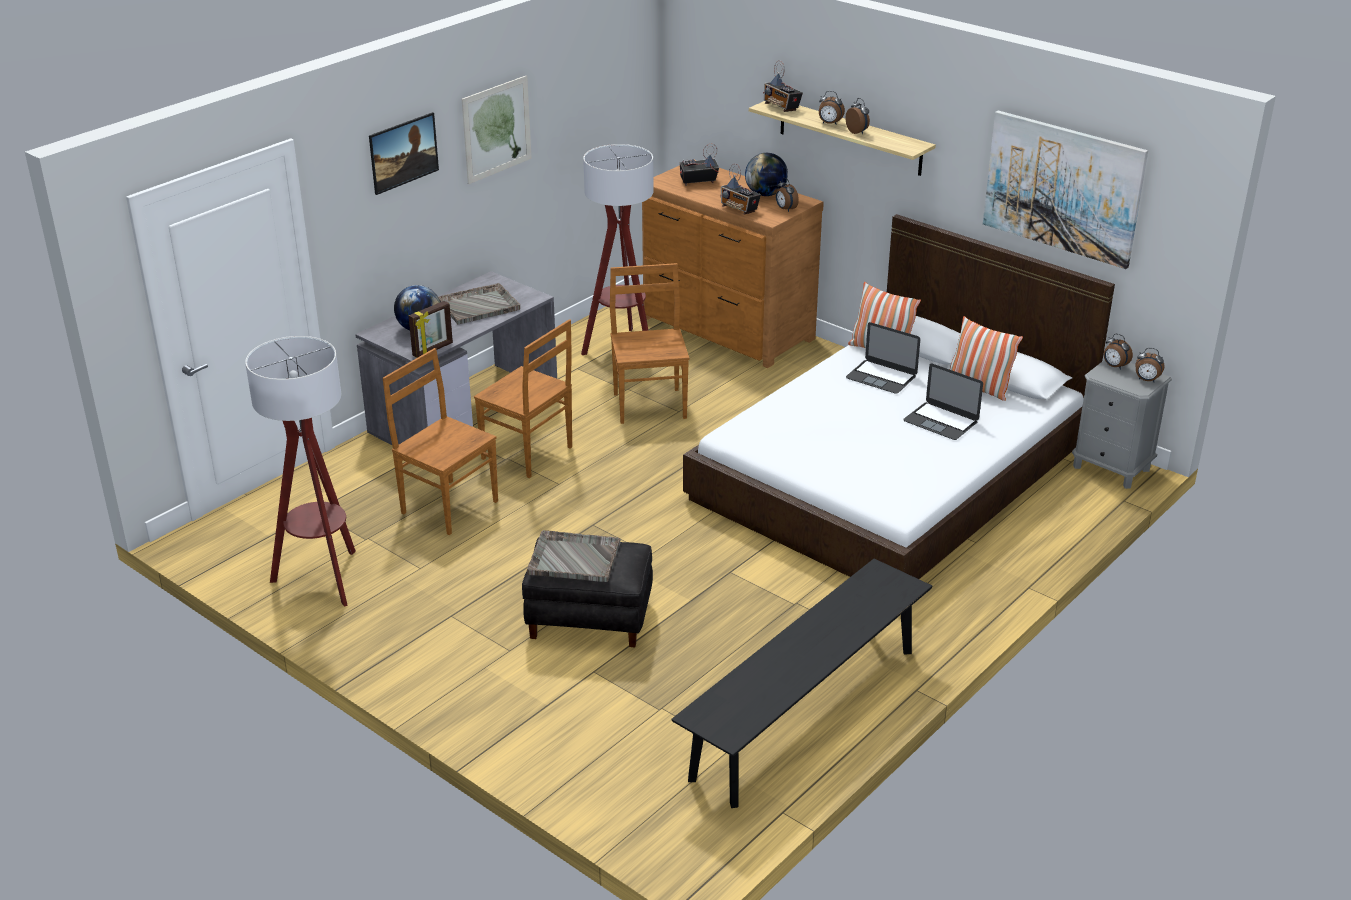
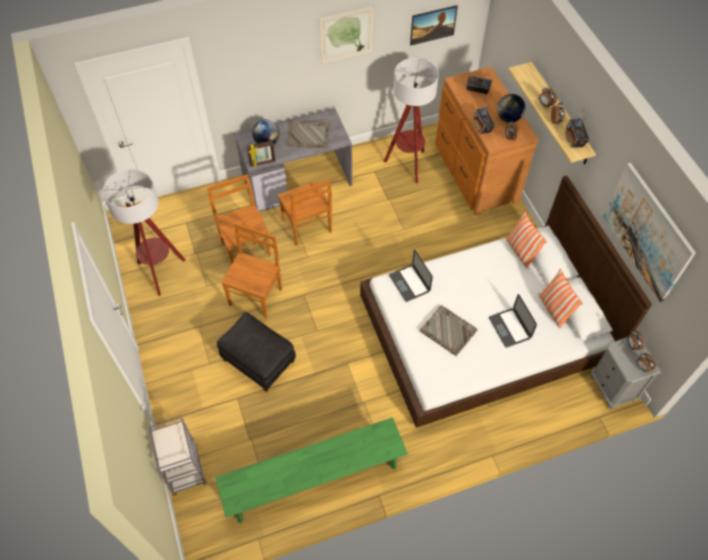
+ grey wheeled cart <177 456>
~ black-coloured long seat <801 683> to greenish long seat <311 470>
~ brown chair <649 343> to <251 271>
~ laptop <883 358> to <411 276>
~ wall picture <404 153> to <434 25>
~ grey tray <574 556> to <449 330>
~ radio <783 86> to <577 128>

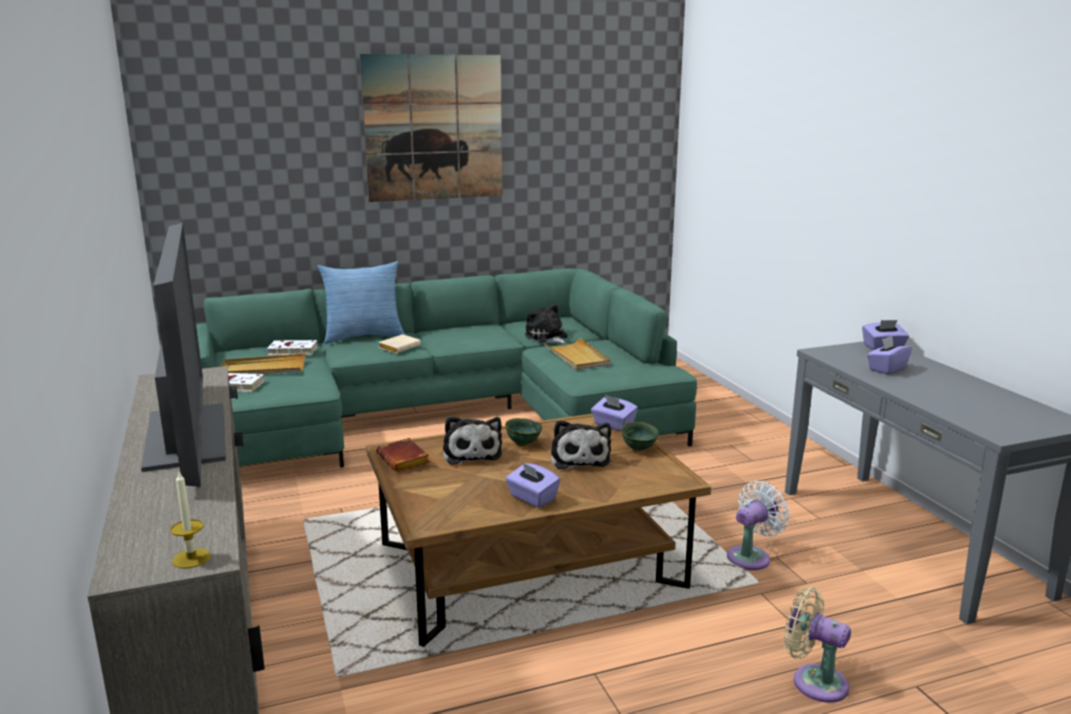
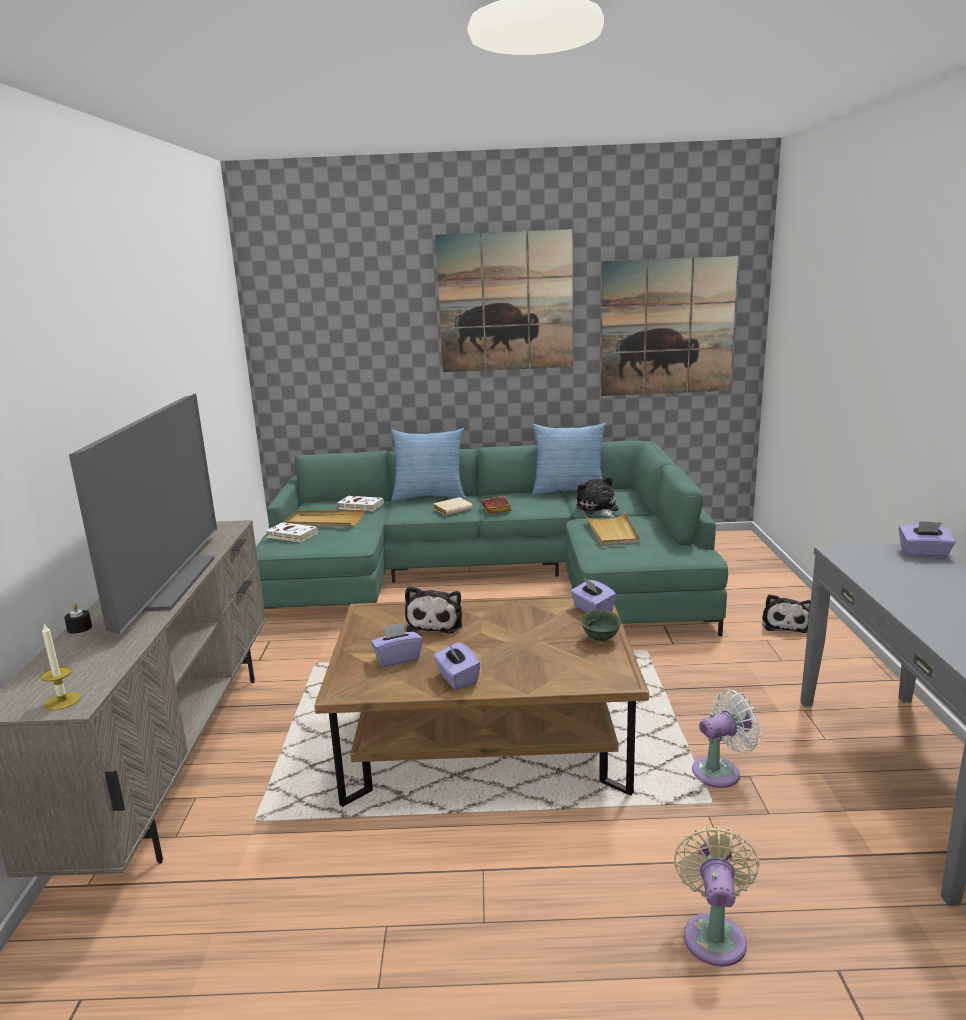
+ black-coloured wax light <78 619>
~ purple-coloured box of tissues <889 355> to <397 644>
~ brown volume <403 455> to <496 505>
+ cushion <569 459>
+ wall picture <669 326>
~ beige cooling fan <817 645> = <717 896> 45 degrees clockwise
~ plush toy <581 444> to <786 613>
- greenish serving bowl <523 432>

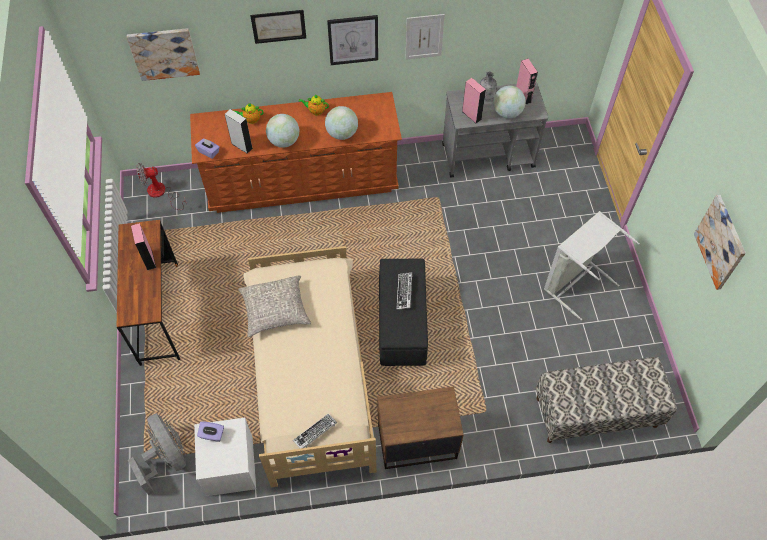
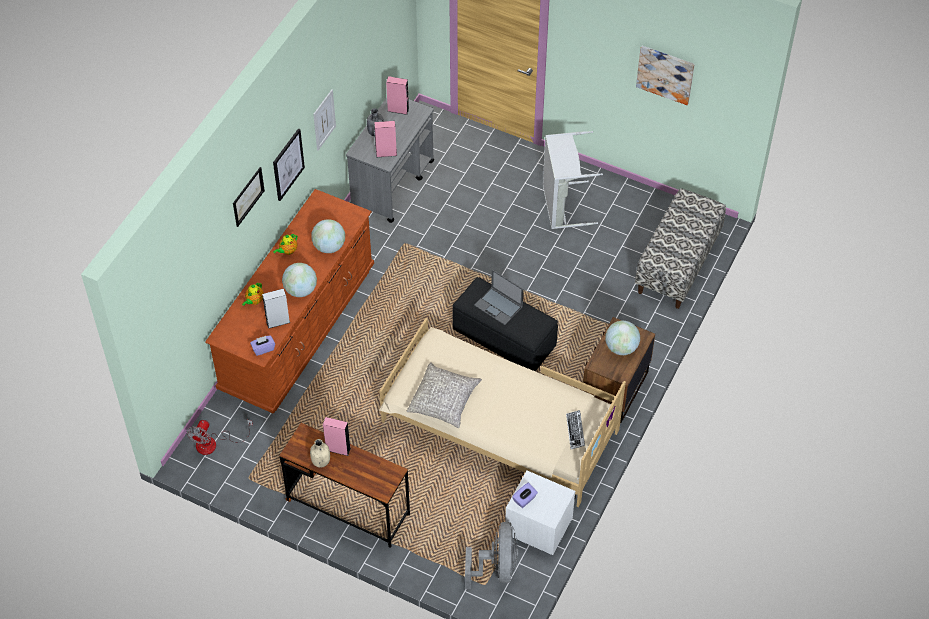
+ beige beverage bottle <320 453>
~ grey cooling fan <157 454> = <491 555> 90 degrees clockwise
~ computer keyboard <404 291> to laptop <499 297>
~ world globe <509 102> to <622 338>
- wall picture <163 54>

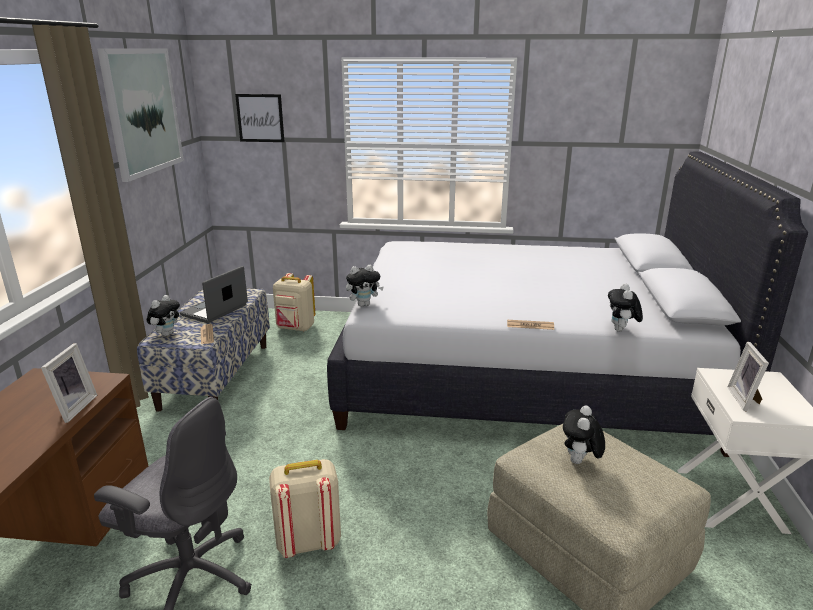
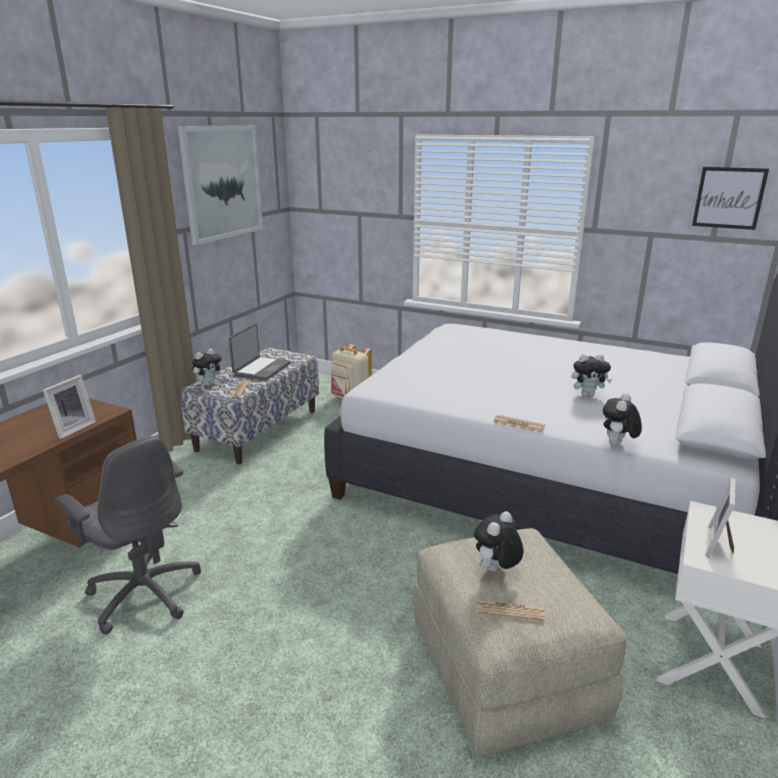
~ laptop <214 294> = <260 352> 150 degrees clockwise
+ printed paper <510 610>
~ plush toy <365 286> to <592 375>
~ wall picture <259 118> to <730 198>
- beige rucksack <305 508>

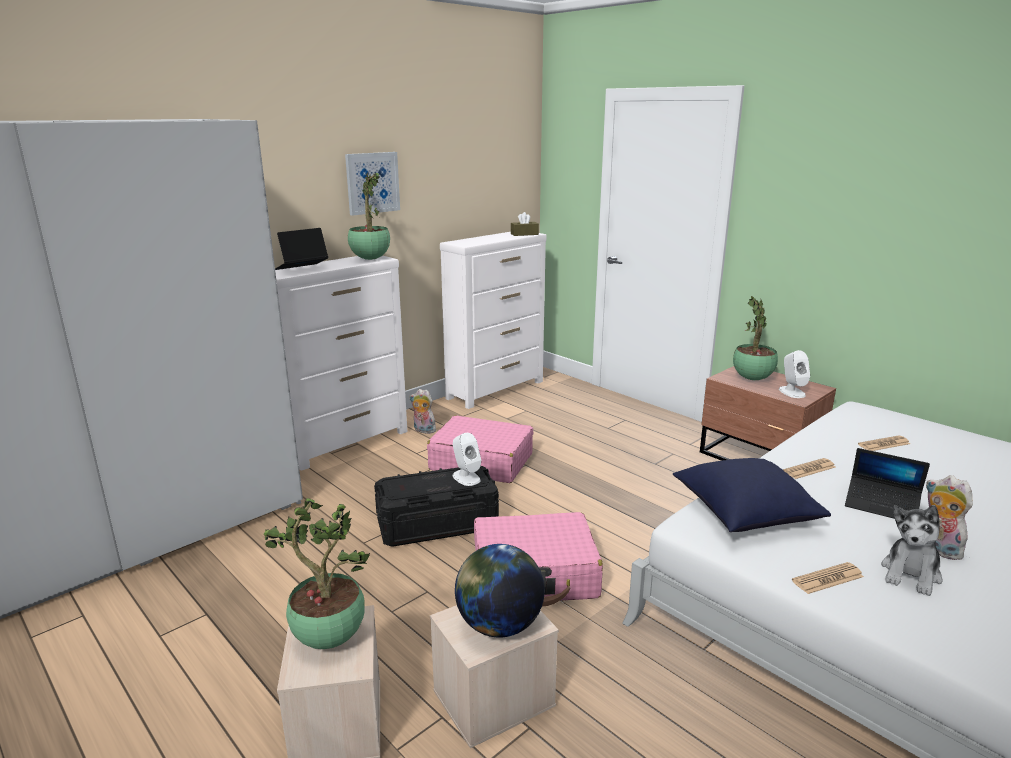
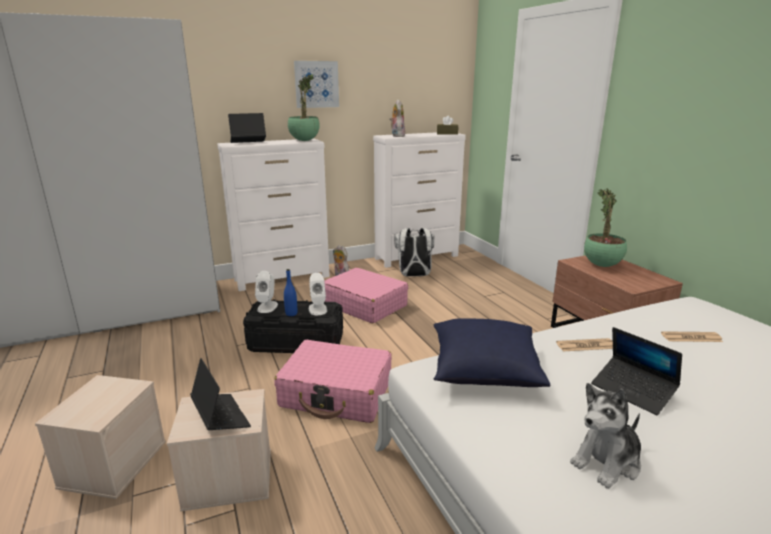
~ world globe <500 591> to laptop <220 394>
~ whitish loudspeaker <794 374> to <266 292>
+ blue beverage bottle <290 292>
~ plush toy <949 517> to <397 118>
+ whitish rucksack <414 252>
- potted plant <316 573>
- printed paper <828 578>

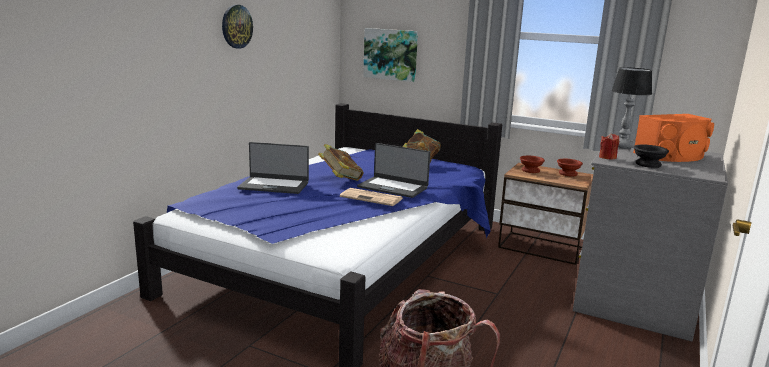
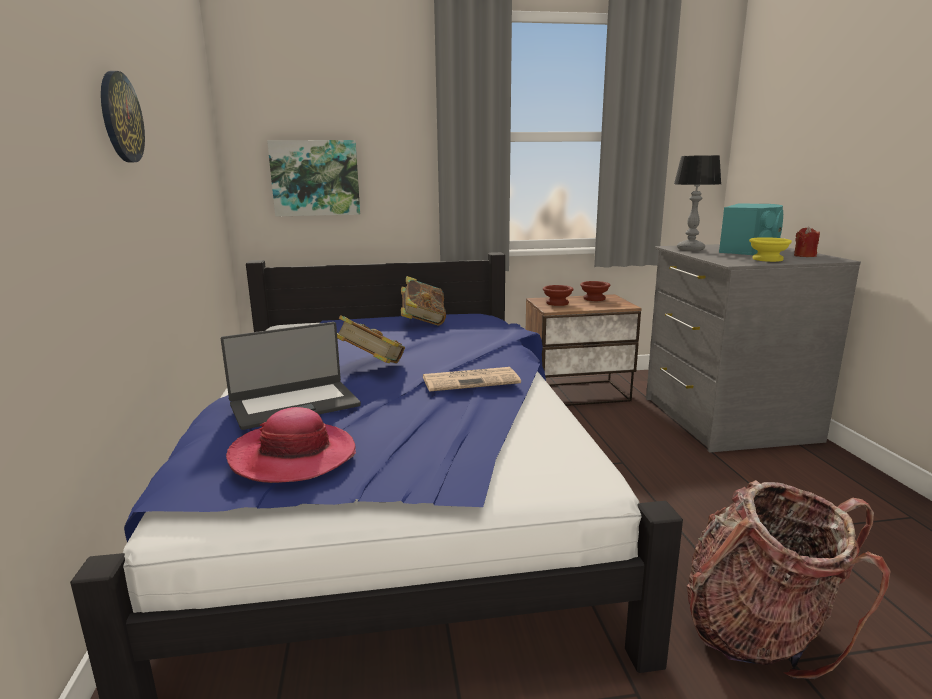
+ wearable hat <291 445>
~ orangey loudspeaker <673 138> to turquoise-coloured loudspeaker <751 229>
~ black-coloured serving bowl <651 156> to yellow serving bowl <770 249>
~ red-coloured wax light <609 146> to <807 241>
- laptop <393 170>

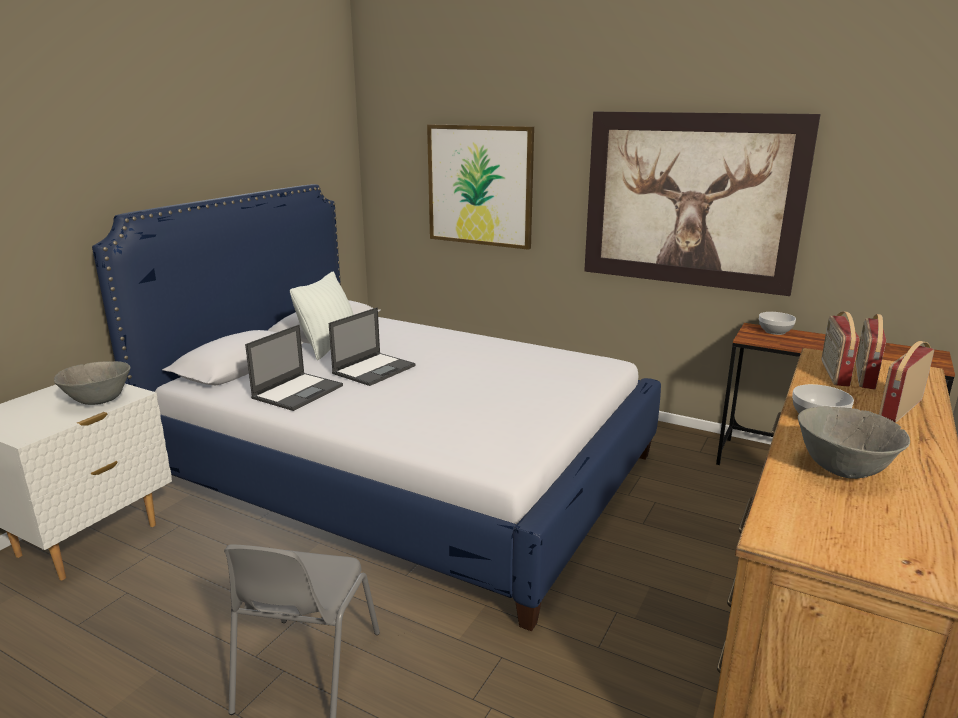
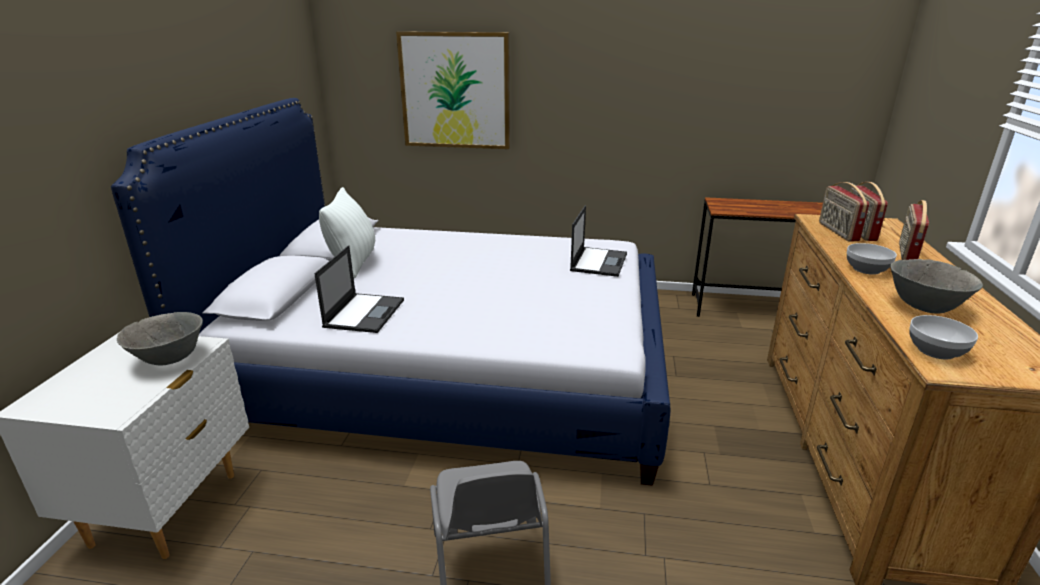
~ laptop <372 346> to <598 241>
~ serving bowl <777 323> to <943 337>
- wall picture <702 204>

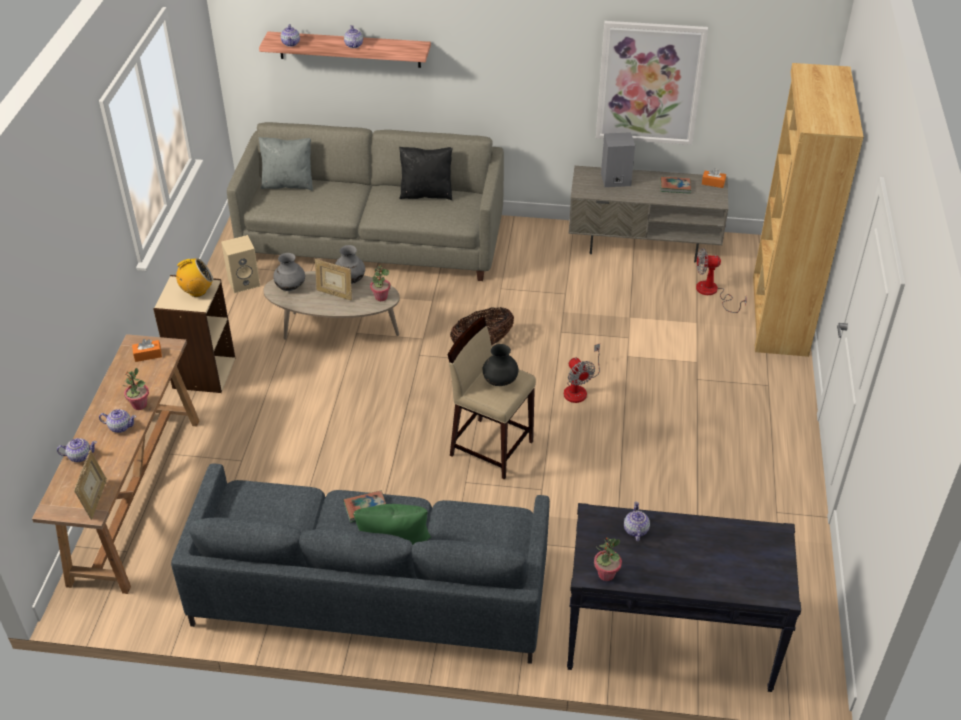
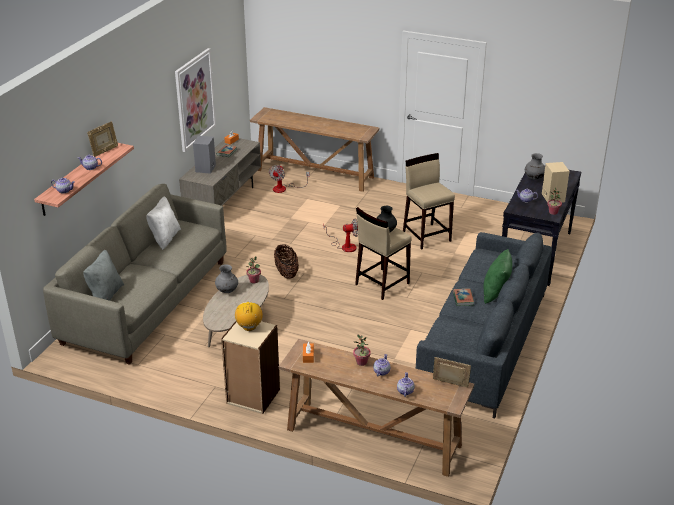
~ picture frame <333 279> to <102 139>
~ black-coloured cushion <426 173> to whitish cushion <163 223>
~ brown shelving unit <808 210> to brown hall table <315 149>
+ beige sitting stool <429 201>
~ grey flower vase <289 272> to <535 166>
~ beige loudspeaker <240 264> to <556 182>

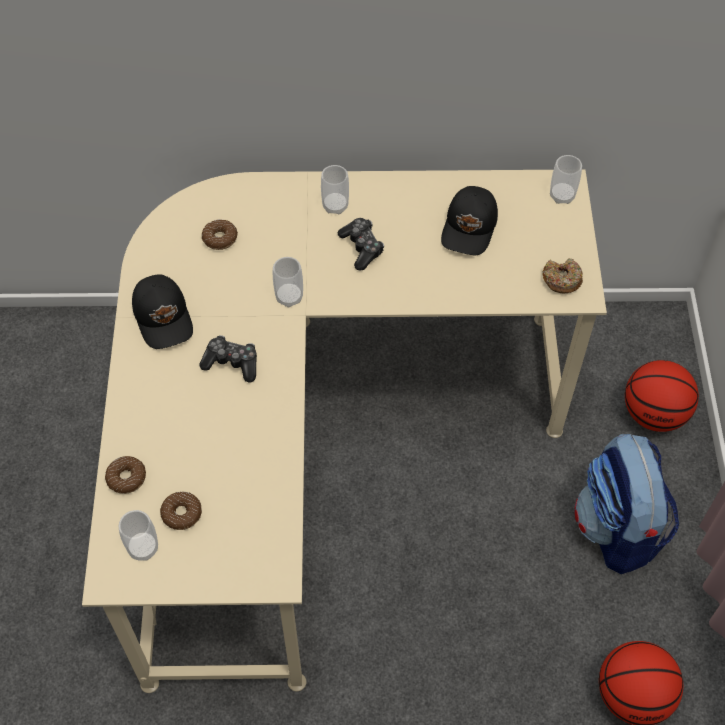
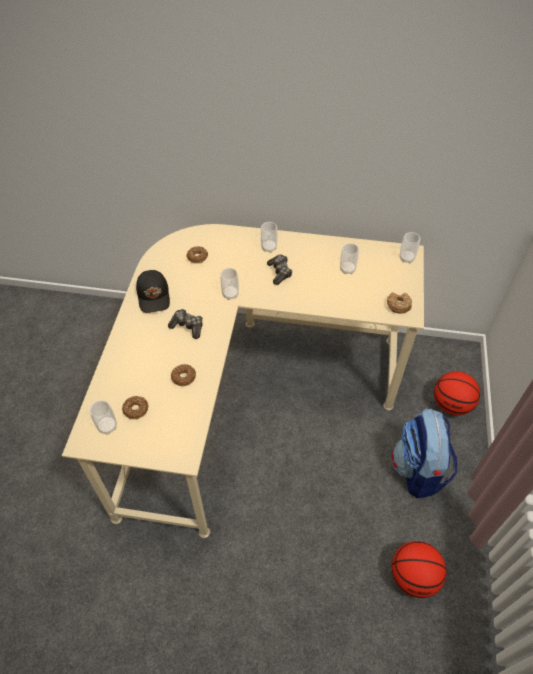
~ donut <125 475> to <183 375>
~ black-coloured peaked cap <469 220> to small cup <349 258>

